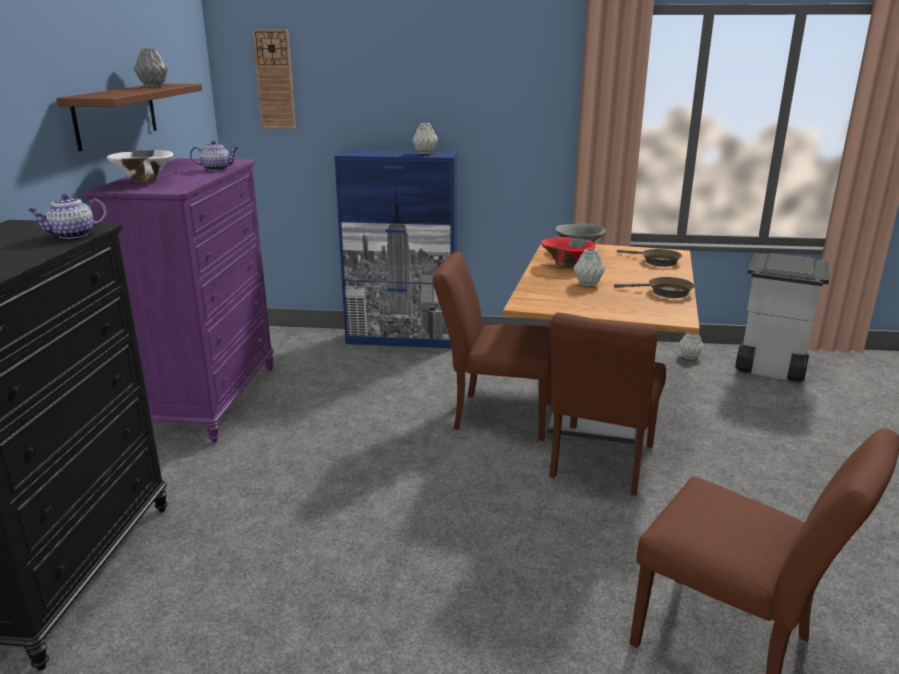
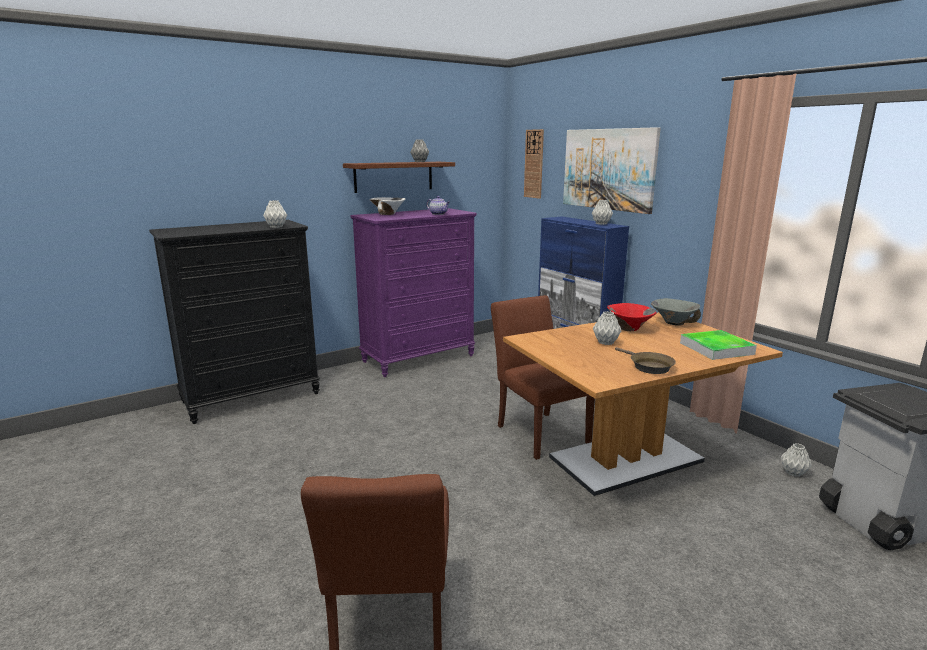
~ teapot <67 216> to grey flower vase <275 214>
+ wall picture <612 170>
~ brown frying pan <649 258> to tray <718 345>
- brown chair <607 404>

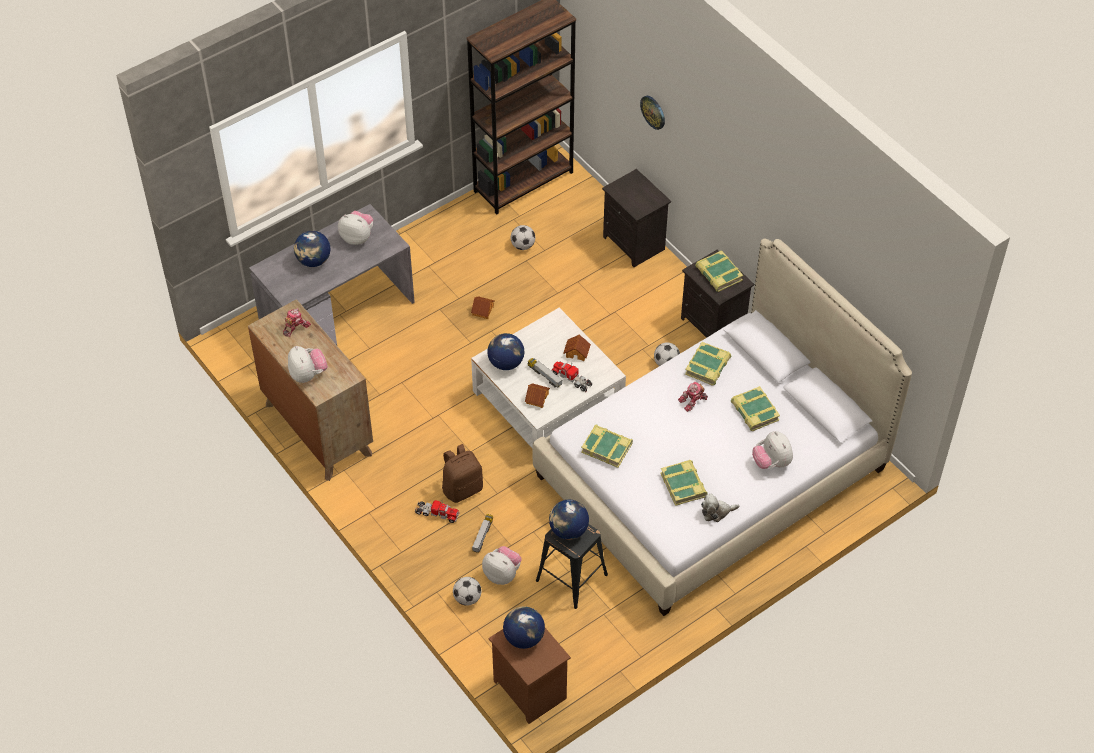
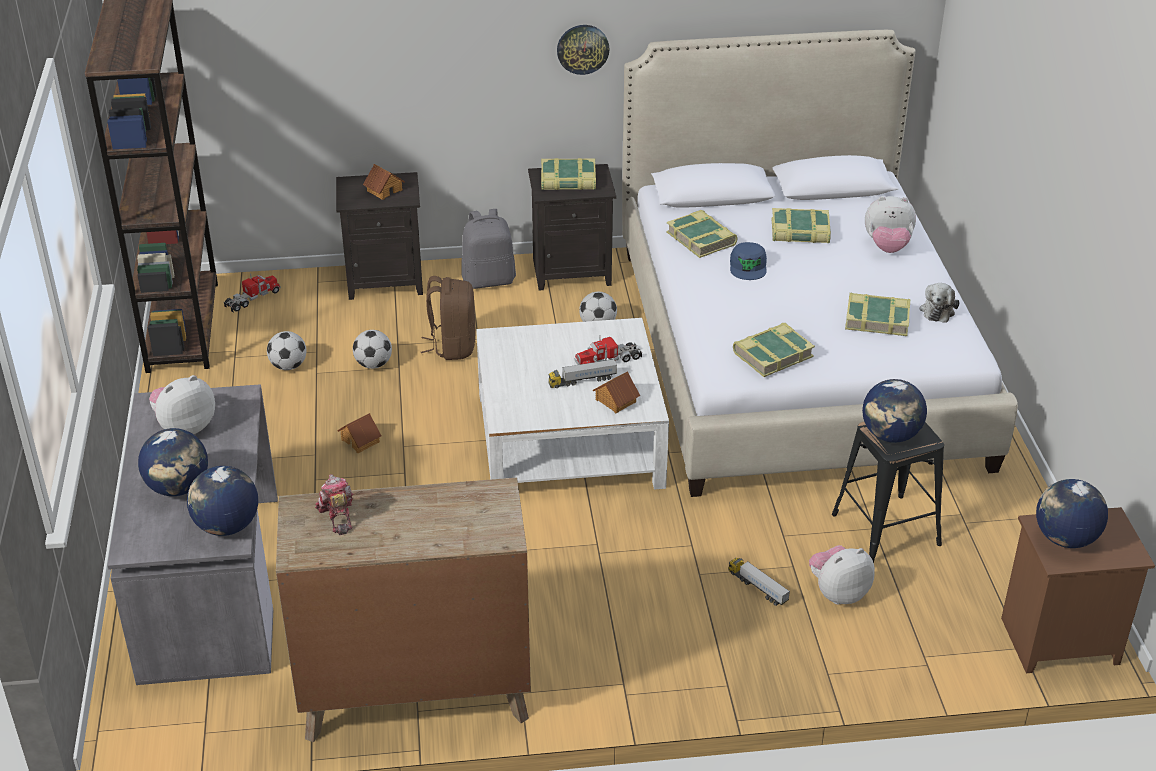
~ world globe <505 351> to <222 501>
~ toy lorry <437 511> to <252 293>
~ football <467 591> to <372 349>
~ model house <577 347> to <384 182>
~ brown rucksack <462 473> to <448 318>
+ grey rucksack <489 249>
~ wall clock <652 113> to <583 50>
~ toy robot <693 397> to blue peaked cap <748 261>
- plush toy <308 364>

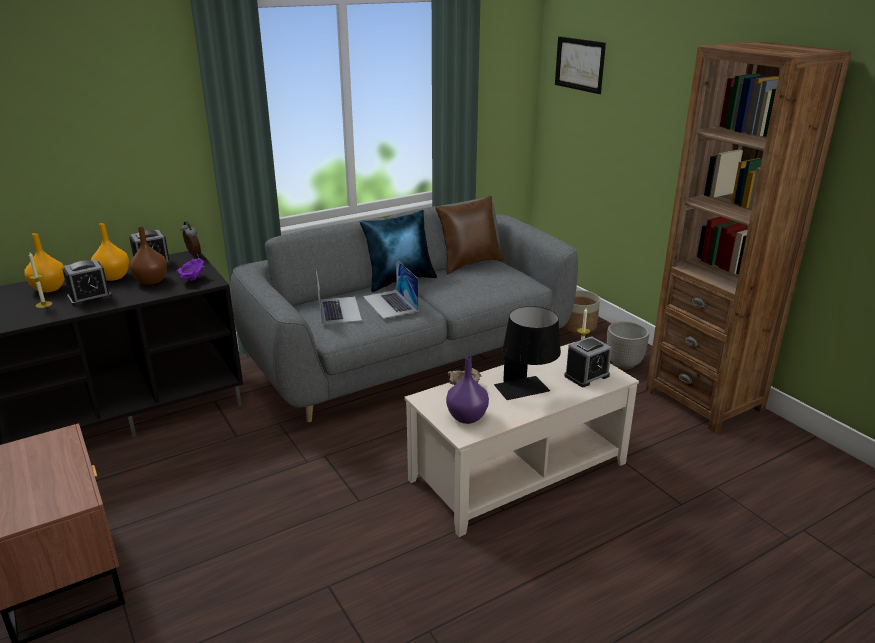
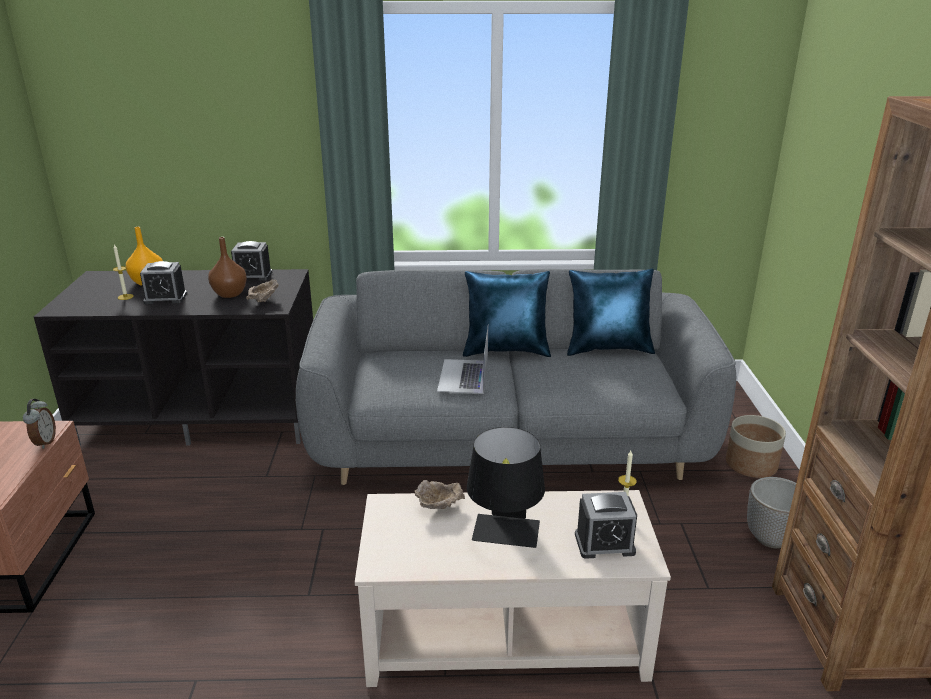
~ bedside clock <191 239> to <39 424>
~ purple-coloured serving bowl <190 269> to beige serving bowl <262 290>
~ brown cushion <469 235> to blue cushion <611 312>
- orangey flower vase <110 252>
- laptop <339 297>
- purple-coloured flower vase <467 390>
- wall picture <580 65>

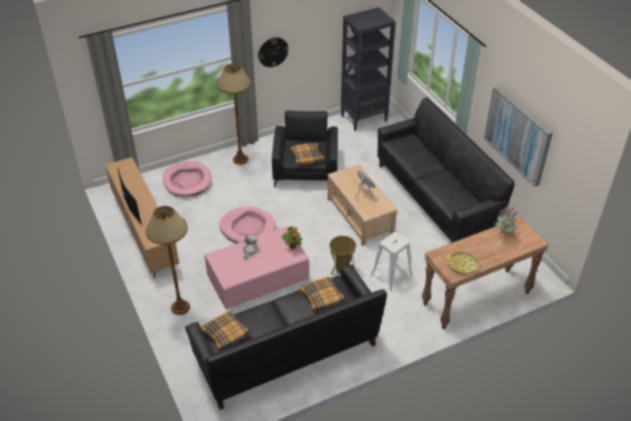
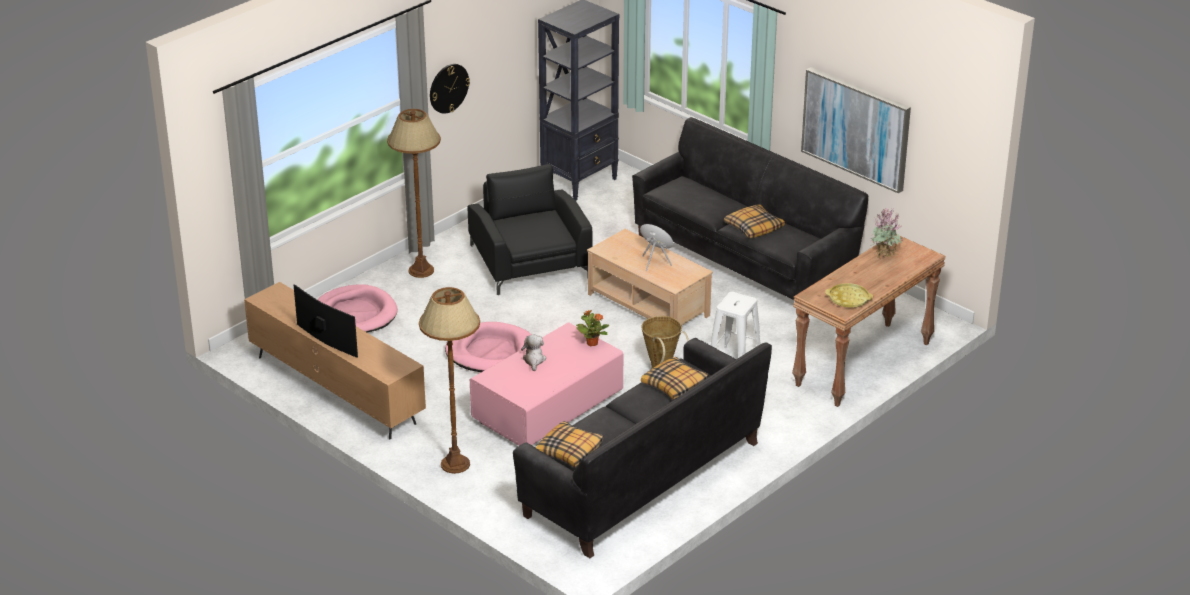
~ cushion <307 154> to <754 221>

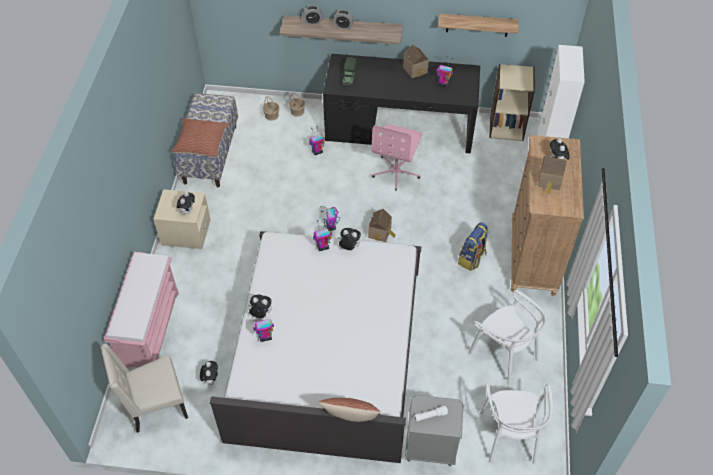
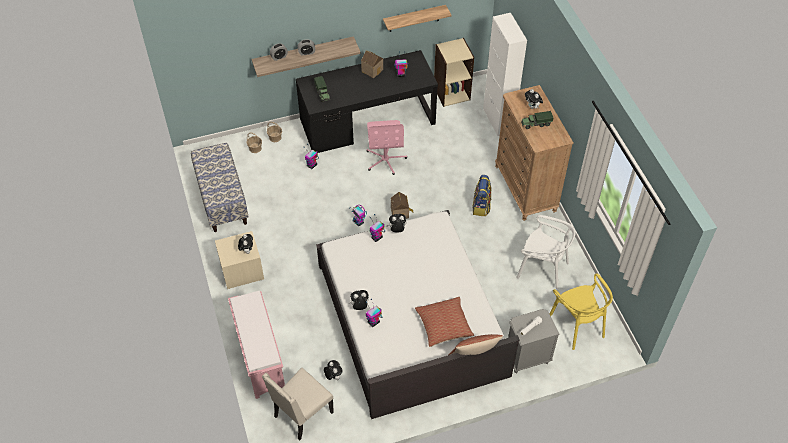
~ cushion <199 138> to <444 322>
~ model house <552 175> to toy lorry <537 120>
~ whitish chair <516 423> to yellow chair <581 311>

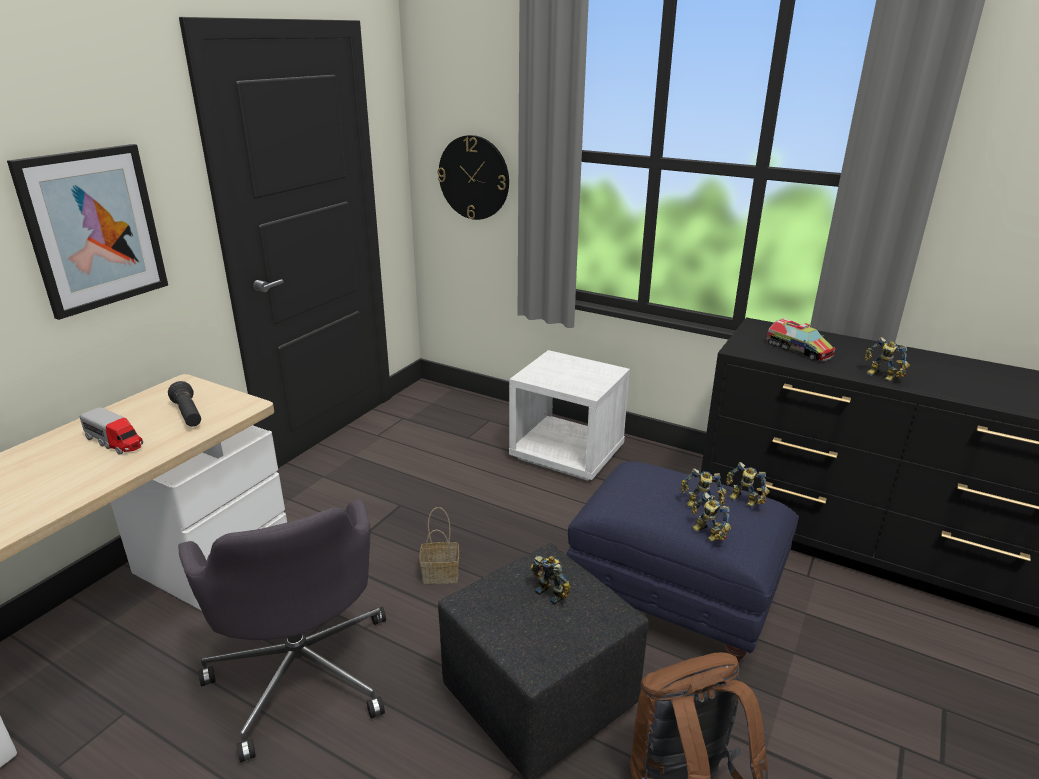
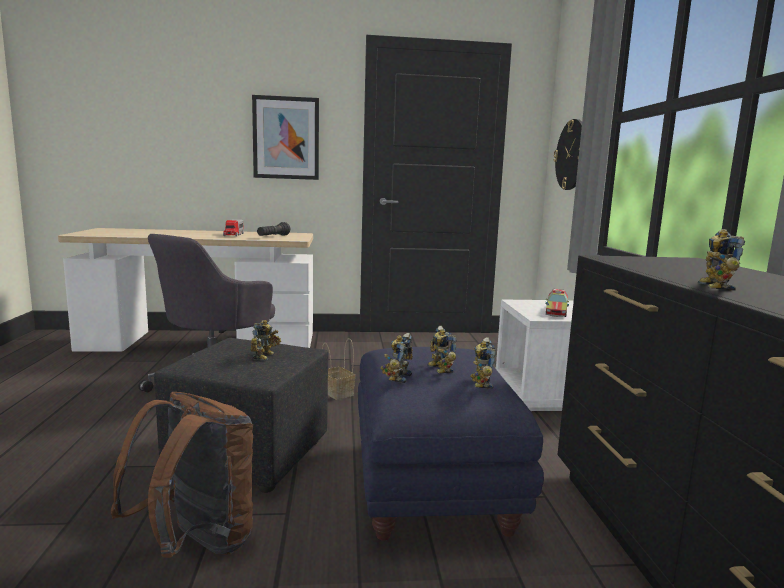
~ toy lorry <801 339> to <557 303>

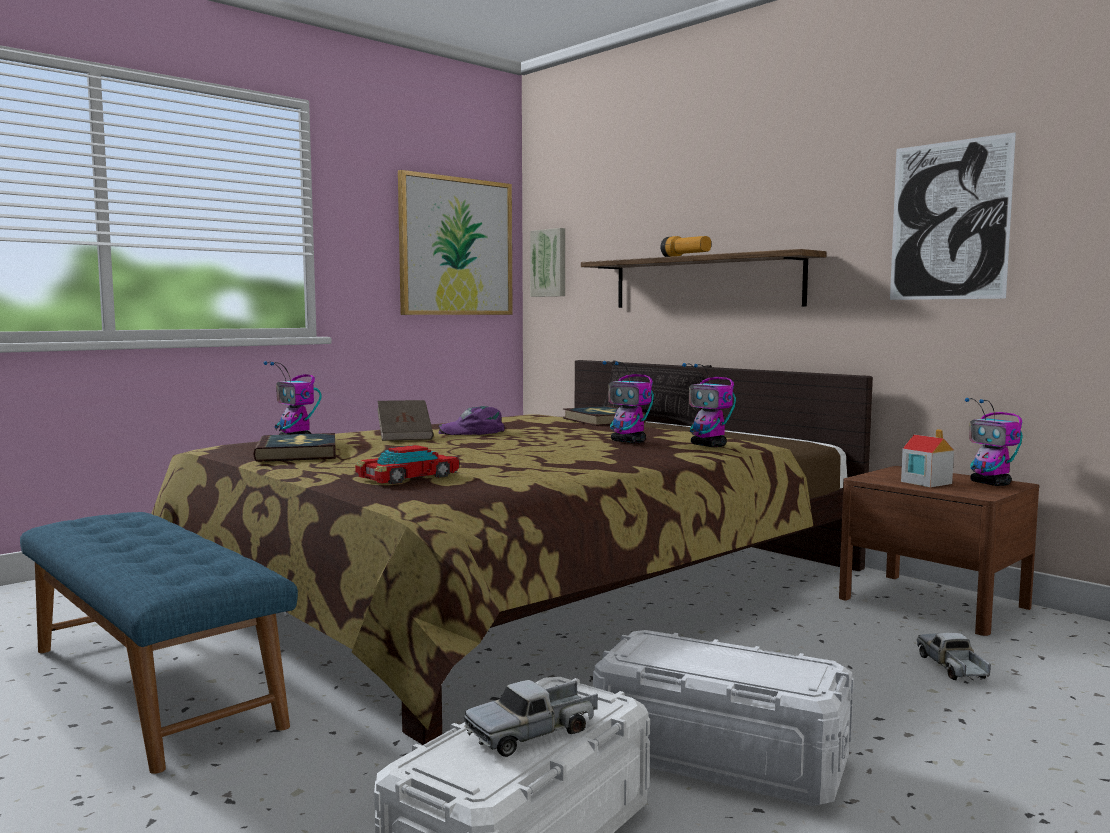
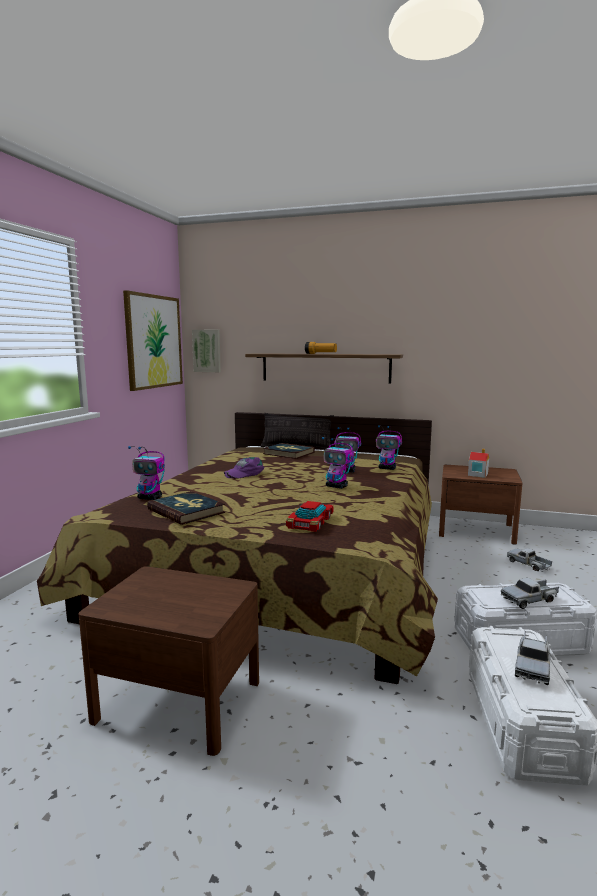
~ blue long seat <159 643> to brown night table <169 661>
~ toy robot <994 442> to <337 463>
+ toy lorry <530 593>
- brown volume <405 420>
- wall picture <953 216>

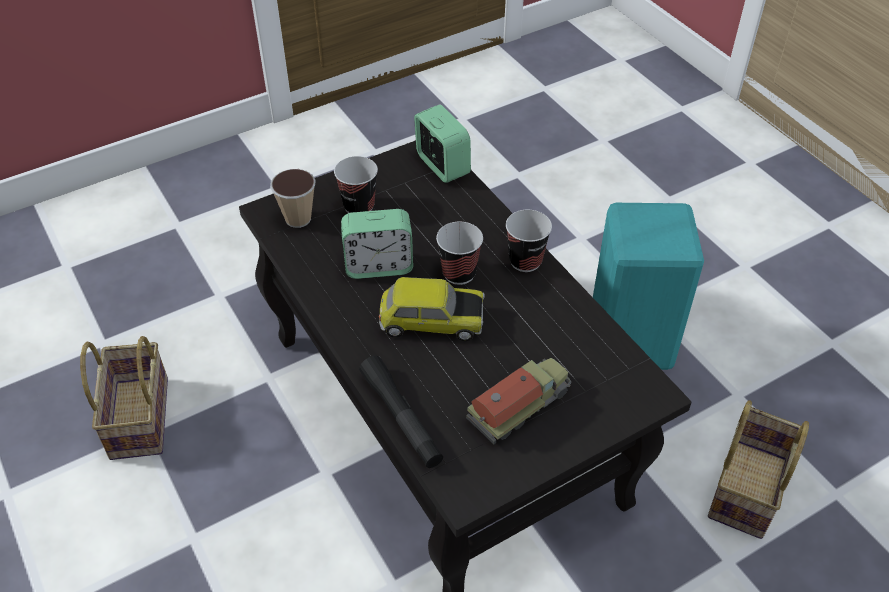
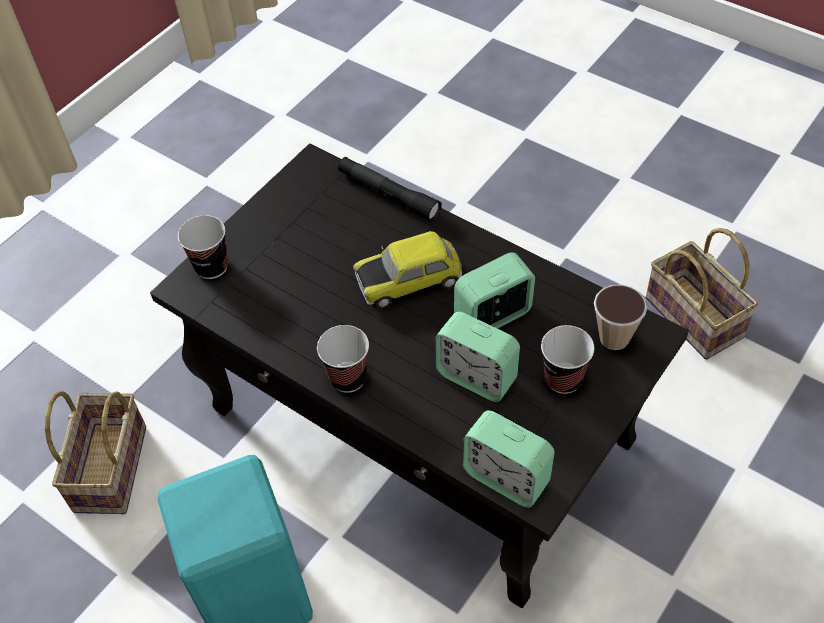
~ small cup <459 253> to <203 247>
+ bedside clock <477 357>
- toy lorry <518 401>

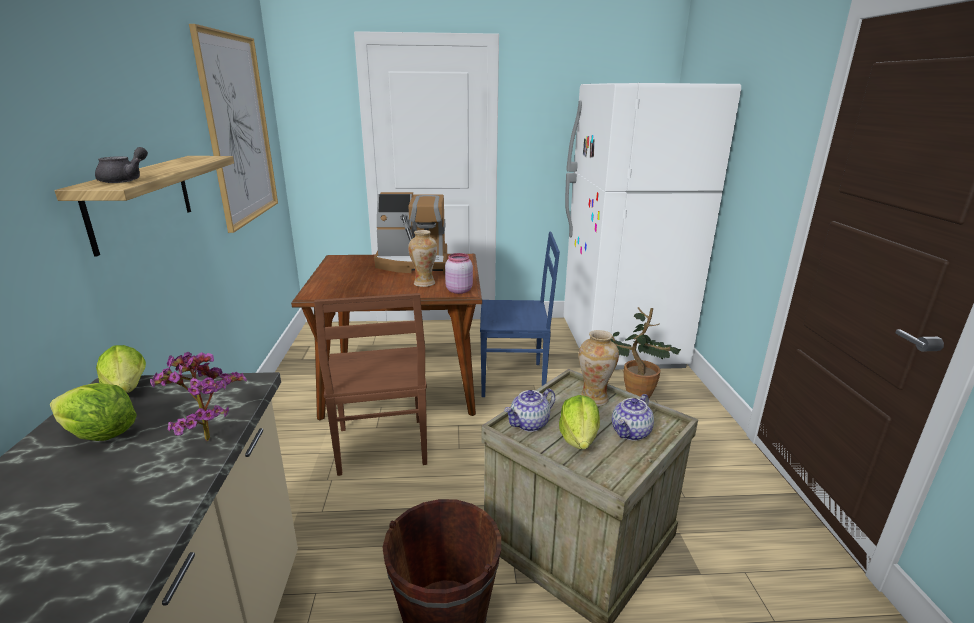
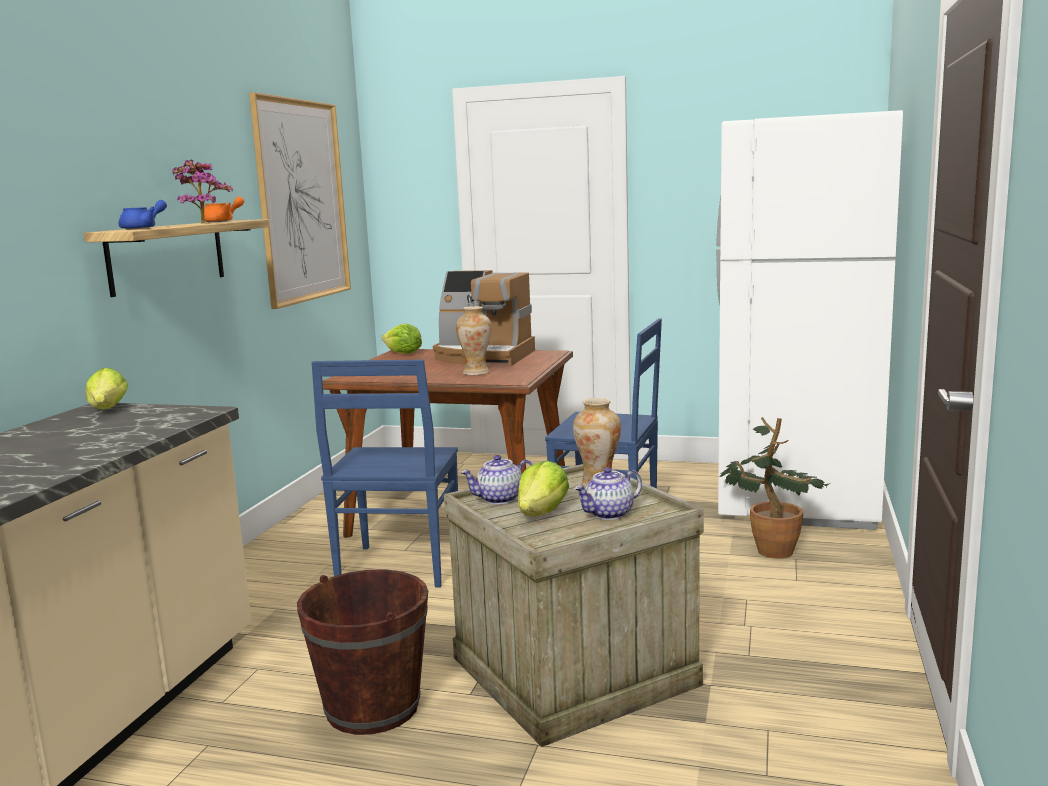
~ grey teapot <121 165> to blue teapot <143 214>
~ potted plant <198 396> to <202 192>
+ orangey teapot <224 209>
~ brown chair <370 384> to blue chair <384 474>
~ head of lettuce <93 412> to <402 339>
- pink storage jar <459 273>

